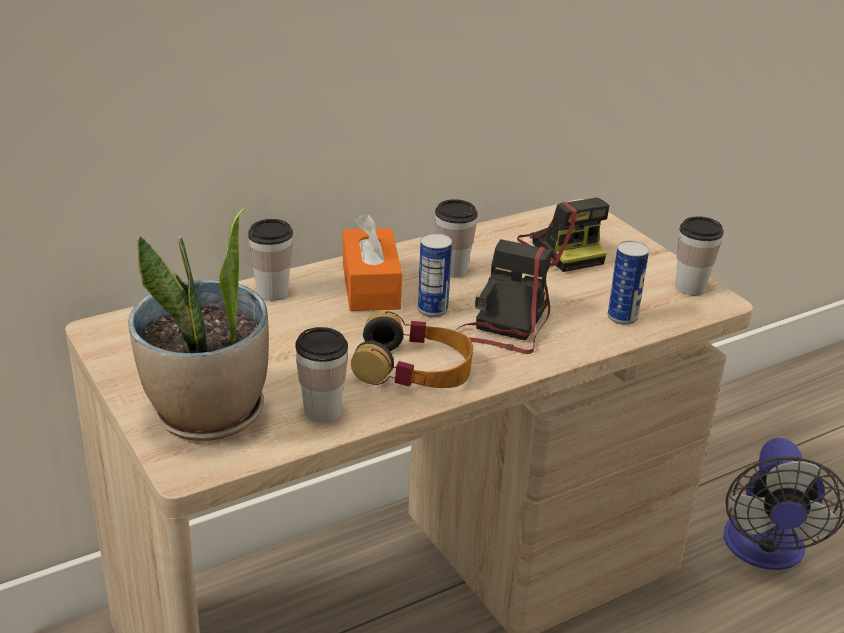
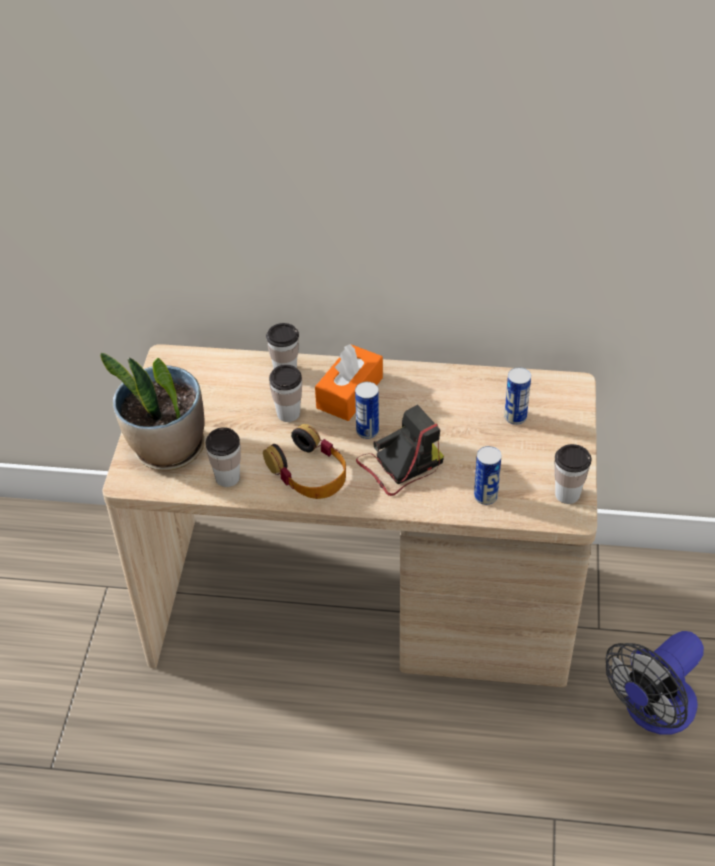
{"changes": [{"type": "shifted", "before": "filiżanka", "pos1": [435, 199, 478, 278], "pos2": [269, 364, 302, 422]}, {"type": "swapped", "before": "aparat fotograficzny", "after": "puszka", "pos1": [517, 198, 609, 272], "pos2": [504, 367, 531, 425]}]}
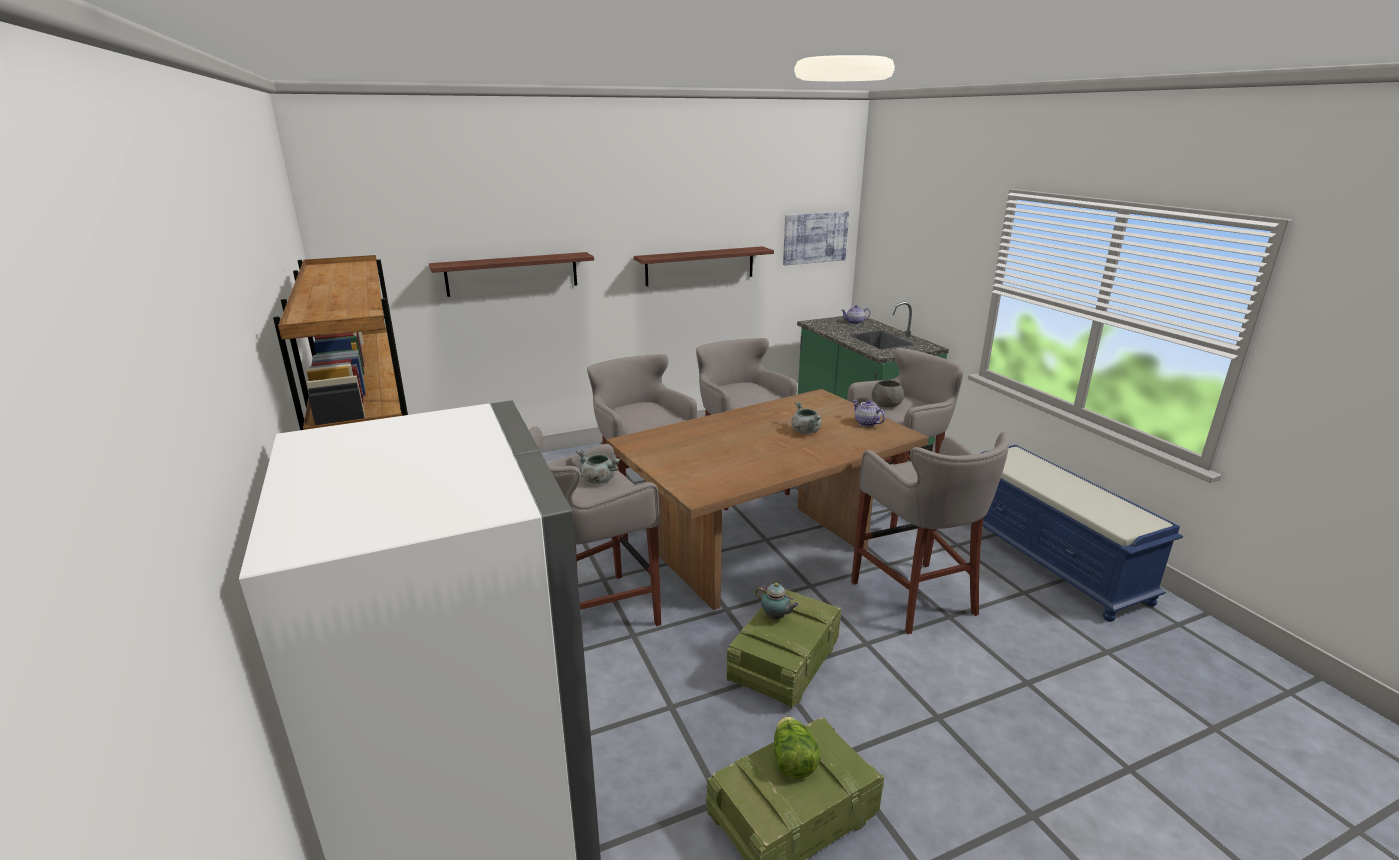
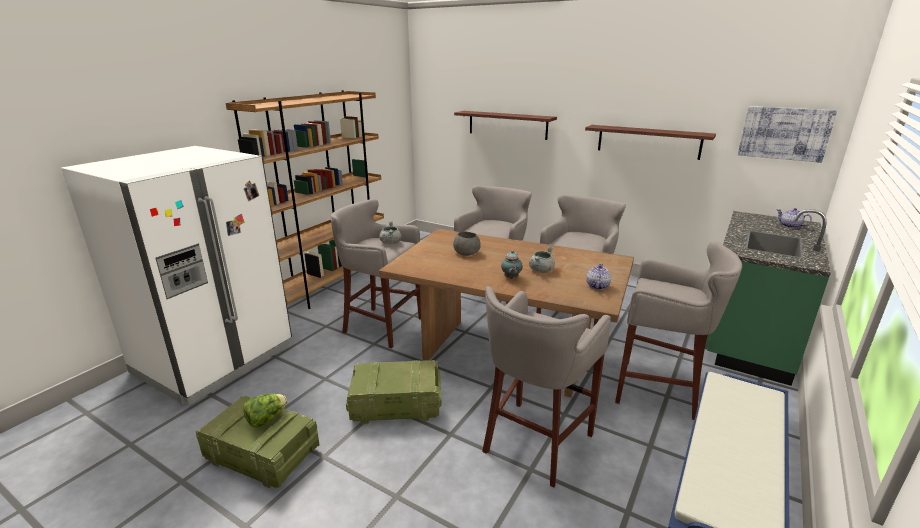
{"changes": [{"type": "shifted", "before": "imbryk", "pos1": [755, 583, 799, 620], "pos2": [501, 250, 523, 279]}, {"type": "shifted", "before": "miska (szary)", "pos1": [872, 380, 904, 408], "pos2": [453, 232, 481, 256]}]}
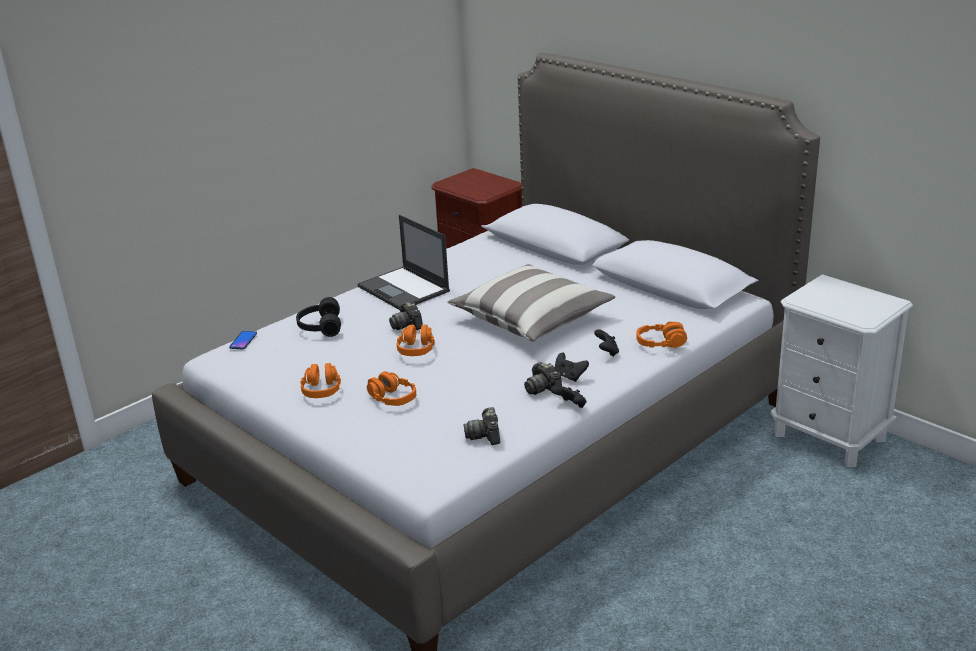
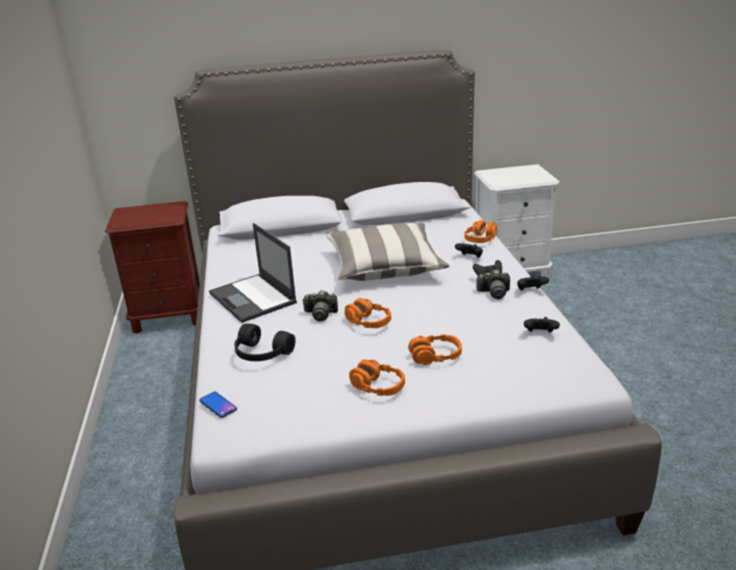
{"changes": [{"type": "rotated", "before": "laptop", "pos1": [357, 215, 450, 310], "pos2": [209, 223, 297, 323], "turn": 60}, {"type": "swapped", "before": "aparat fotograficzny", "after": "pad do gier (czarny)", "pos1": [464, 407, 500, 445], "pos2": [524, 317, 560, 332]}]}
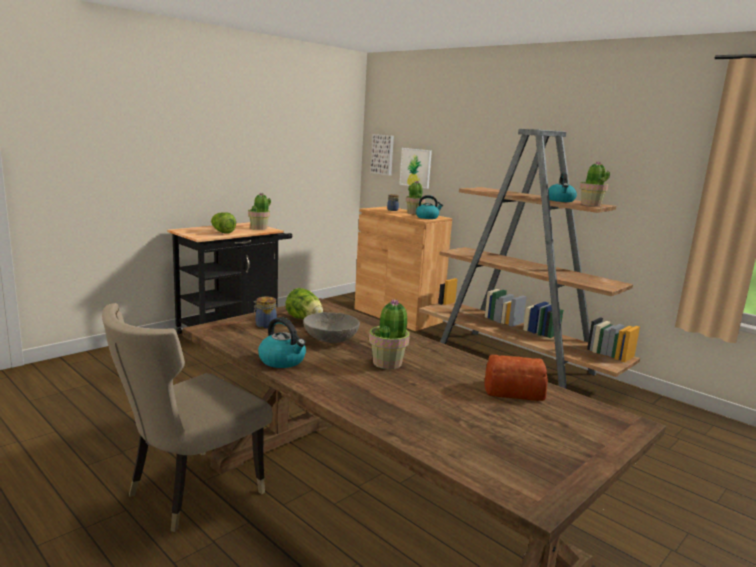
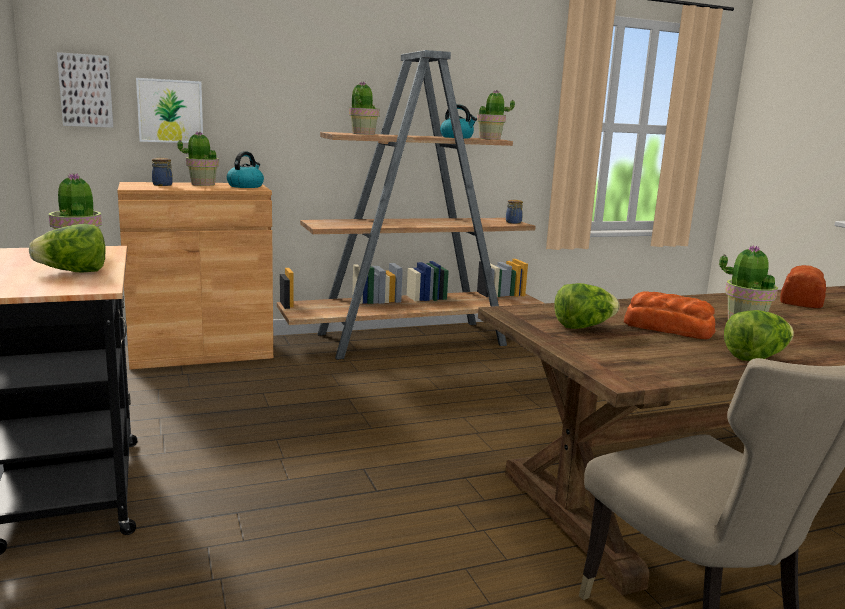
{"changes": [{"type": "shifted", "before": "słoik", "pos1": [253, 297, 277, 329], "pos2": [506, 200, 523, 224]}, {"type": "swapped", "before": "czajnik", "after": "sałata", "pos1": [258, 317, 306, 368], "pos2": [724, 310, 794, 361]}, {"type": "swapped", "before": "miska (szary)", "after": "chleb", "pos1": [303, 312, 360, 343], "pos2": [624, 292, 716, 339]}, {"type": "new", "after": "roślina doniczkowa", "pos2": [349, 82, 380, 135]}]}
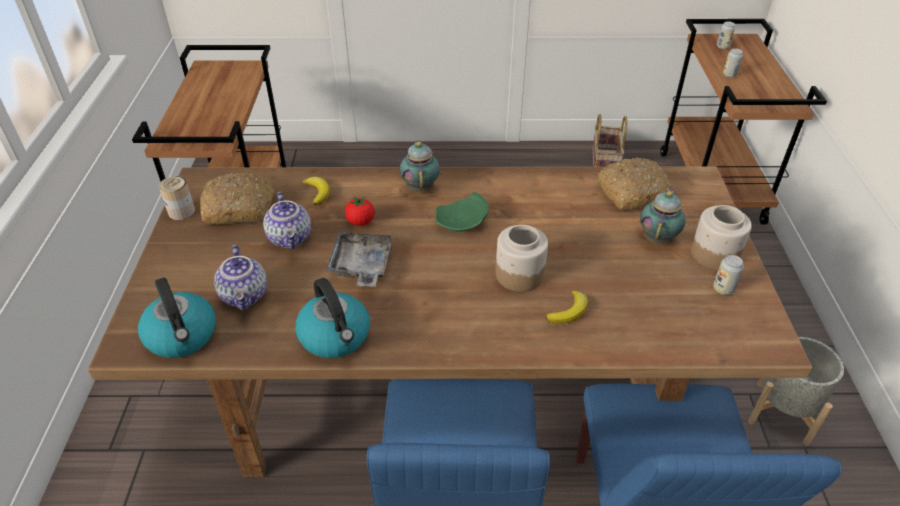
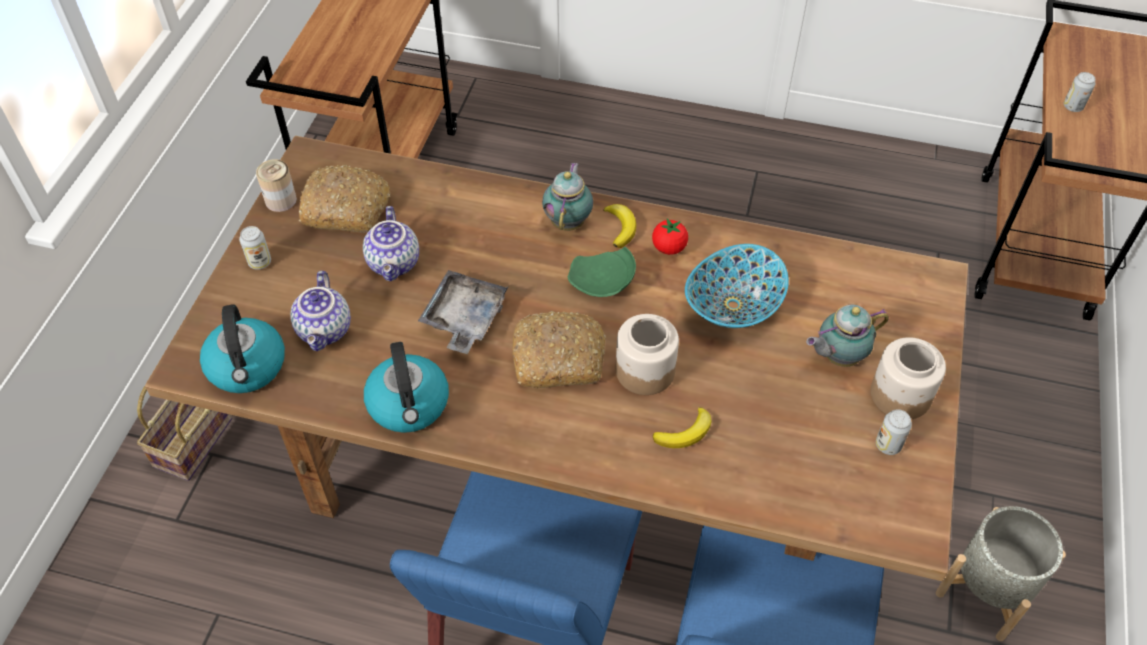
{"changes": [{"type": "shifted", "before": "banan", "pos1": [302, 177, 330, 206], "pos2": [603, 204, 636, 248]}, {"type": "shifted", "before": "pomidor", "pos1": [345, 197, 375, 226], "pos2": [652, 218, 688, 255]}, {"type": "shifted", "before": "koszyk", "pos1": [592, 114, 627, 167], "pos2": [137, 386, 232, 481]}, {"type": "shifted", "before": "chleb", "pos1": [598, 158, 671, 210], "pos2": [512, 311, 606, 389]}, {"type": "rotated", "before": "imbryk", "pos1": [640, 188, 686, 245], "pos2": [806, 305, 889, 367], "turn": -150}, {"type": "shifted", "before": "puszka", "pos1": [717, 21, 735, 49], "pos2": [239, 226, 271, 270]}, {"type": "new", "after": "miska", "pos2": [685, 244, 789, 328]}]}
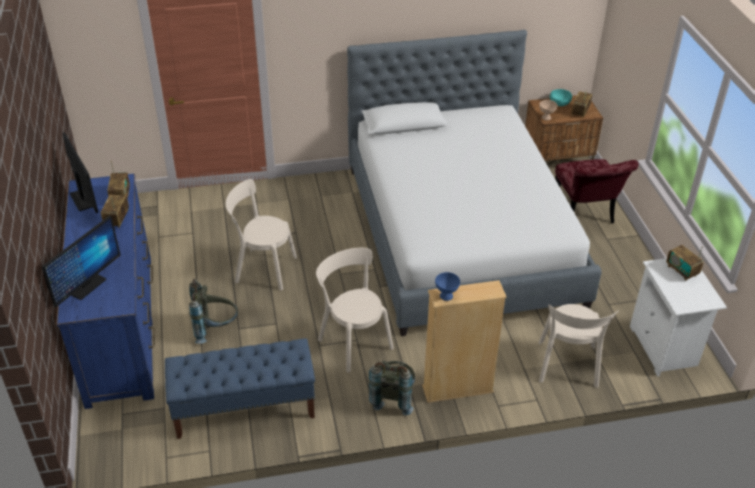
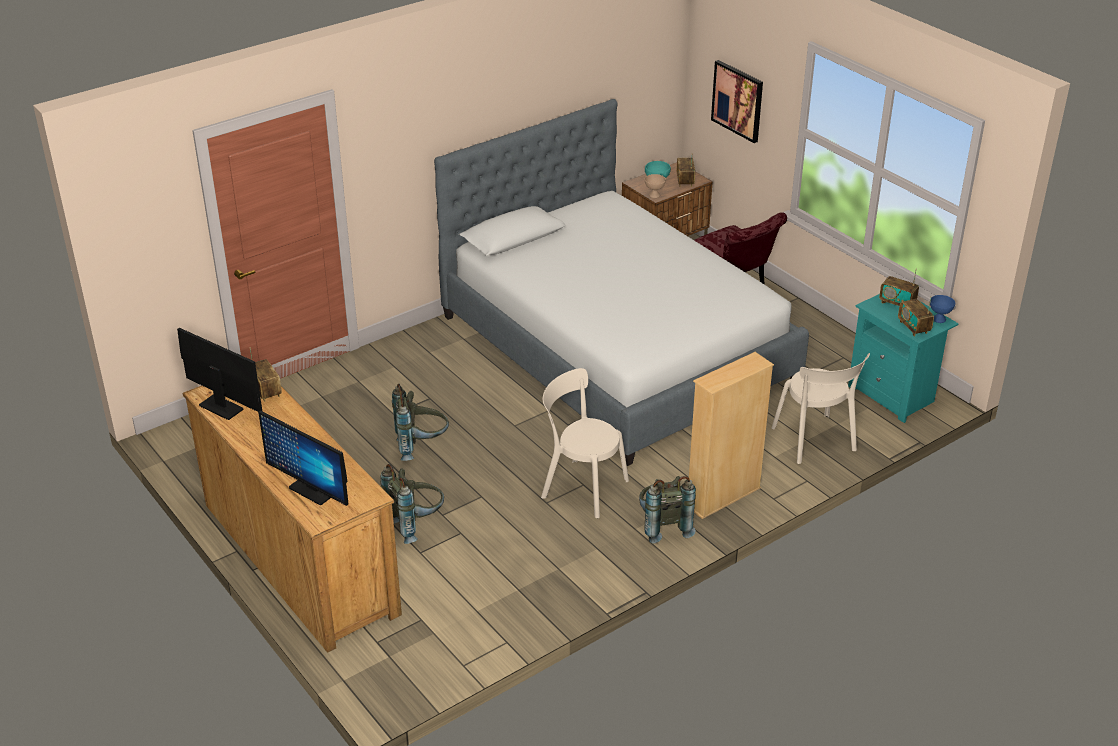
{"changes": [{"type": "rotated", "before": "monitor", "pos1": [42, 215, 121, 307], "pos2": [258, 411, 349, 506], "turn": 120}, {"type": "repainted", "before": "komoda (niebieski)", "after": "komoda (brązowy)", "pos1": [56, 174, 155, 409], "pos2": [183, 386, 402, 653]}, {"type": "shifted", "before": "radio", "pos1": [101, 195, 129, 228], "pos2": [898, 297, 934, 337]}, {"type": "gone", "before": "ławka (niebieski)", "pos1": [165, 338, 315, 439]}, {"type": "swapped", "before": "krzesło (beżowy)", "after": "plecak (szary)", "pos1": [226, 179, 297, 290], "pos2": [392, 384, 449, 461]}, {"type": "shifted", "before": "miska (niebieski)", "pos1": [435, 272, 460, 301], "pos2": [930, 295, 955, 323]}, {"type": "repainted", "before": "szafka nocna (biały)", "after": "szafka nocna (turkusowy)", "pos1": [630, 258, 727, 377], "pos2": [848, 294, 959, 423]}, {"type": "new", "after": "obraz", "pos2": [711, 60, 763, 143]}]}
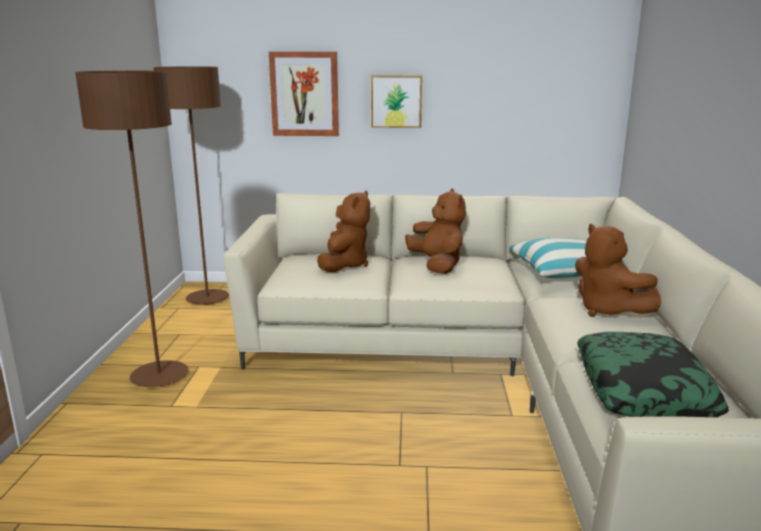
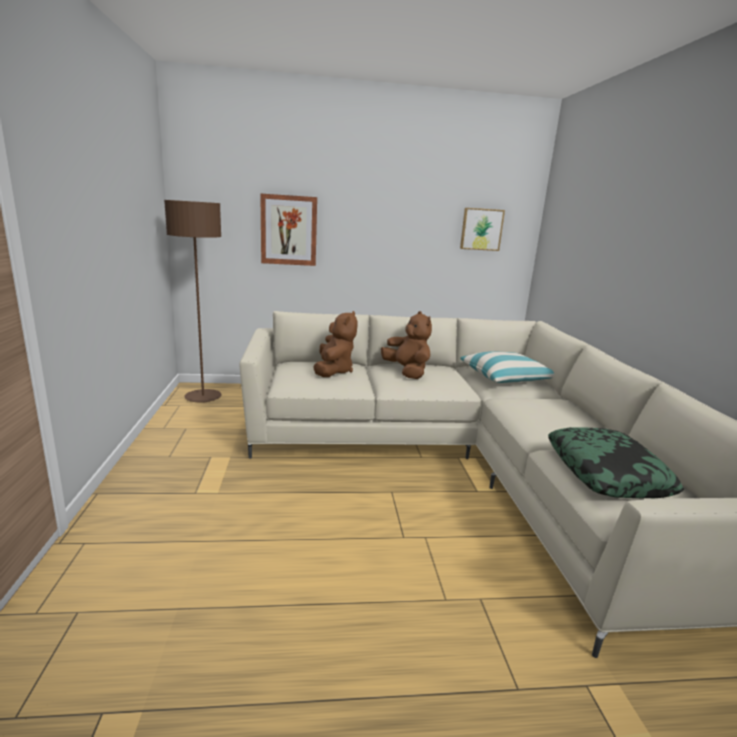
{"changes": [{"type": "gone", "before": "lampa stojąca (brązowy)", "pos1": [75, 71, 188, 387]}, {"type": "shifted", "before": "obraz", "pos1": [371, 75, 422, 128], "pos2": [460, 208, 505, 251]}, {"type": "gone", "before": "pluszak (brązowy)", "pos1": [575, 224, 661, 317]}]}
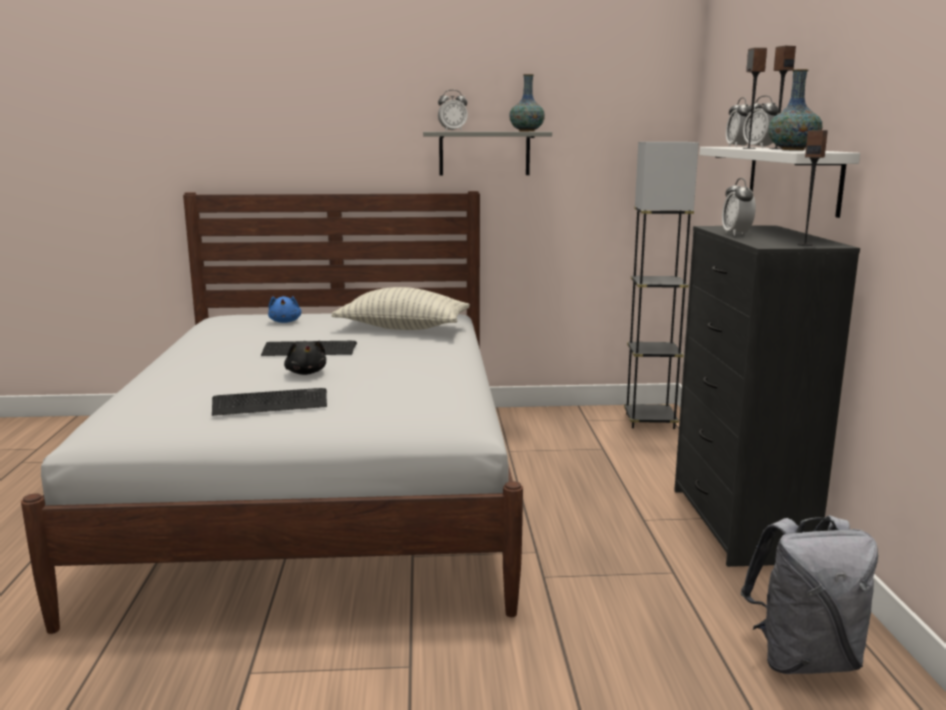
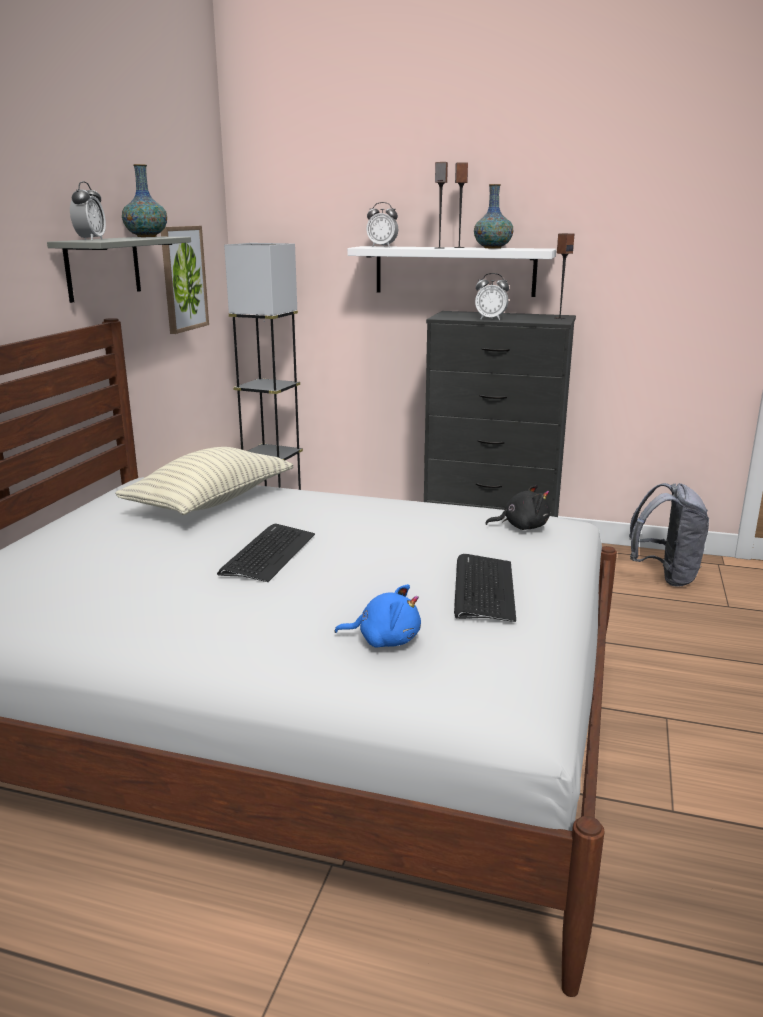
{"changes": [{"type": "shifted", "before": "pluszak (niebieski)", "pos1": [268, 296, 302, 323], "pos2": [334, 584, 421, 648]}, {"type": "shifted", "before": "pluszak (czarny)", "pos1": [284, 341, 326, 375], "pos2": [485, 485, 550, 530]}, {"type": "gone", "before": "budzik", "pos1": [743, 96, 779, 148]}, {"type": "new", "after": "obraz", "pos2": [161, 226, 209, 334]}]}
